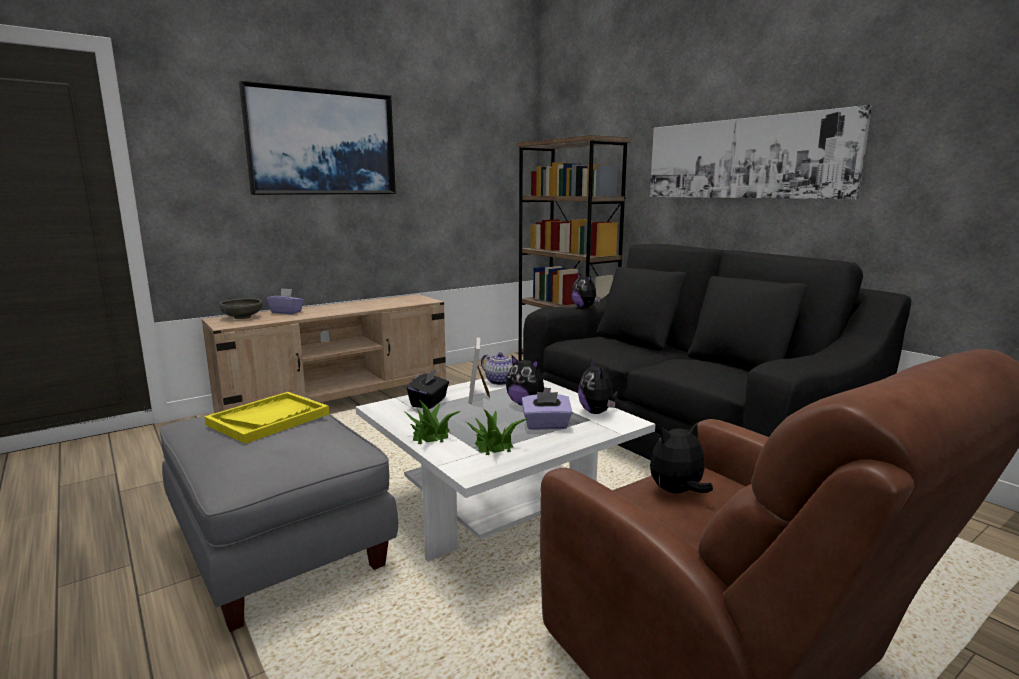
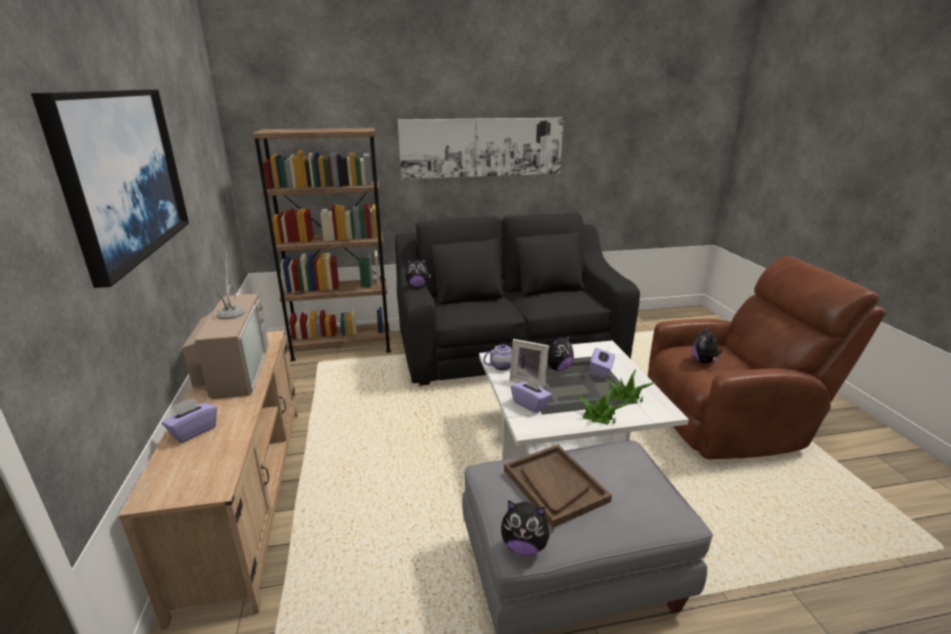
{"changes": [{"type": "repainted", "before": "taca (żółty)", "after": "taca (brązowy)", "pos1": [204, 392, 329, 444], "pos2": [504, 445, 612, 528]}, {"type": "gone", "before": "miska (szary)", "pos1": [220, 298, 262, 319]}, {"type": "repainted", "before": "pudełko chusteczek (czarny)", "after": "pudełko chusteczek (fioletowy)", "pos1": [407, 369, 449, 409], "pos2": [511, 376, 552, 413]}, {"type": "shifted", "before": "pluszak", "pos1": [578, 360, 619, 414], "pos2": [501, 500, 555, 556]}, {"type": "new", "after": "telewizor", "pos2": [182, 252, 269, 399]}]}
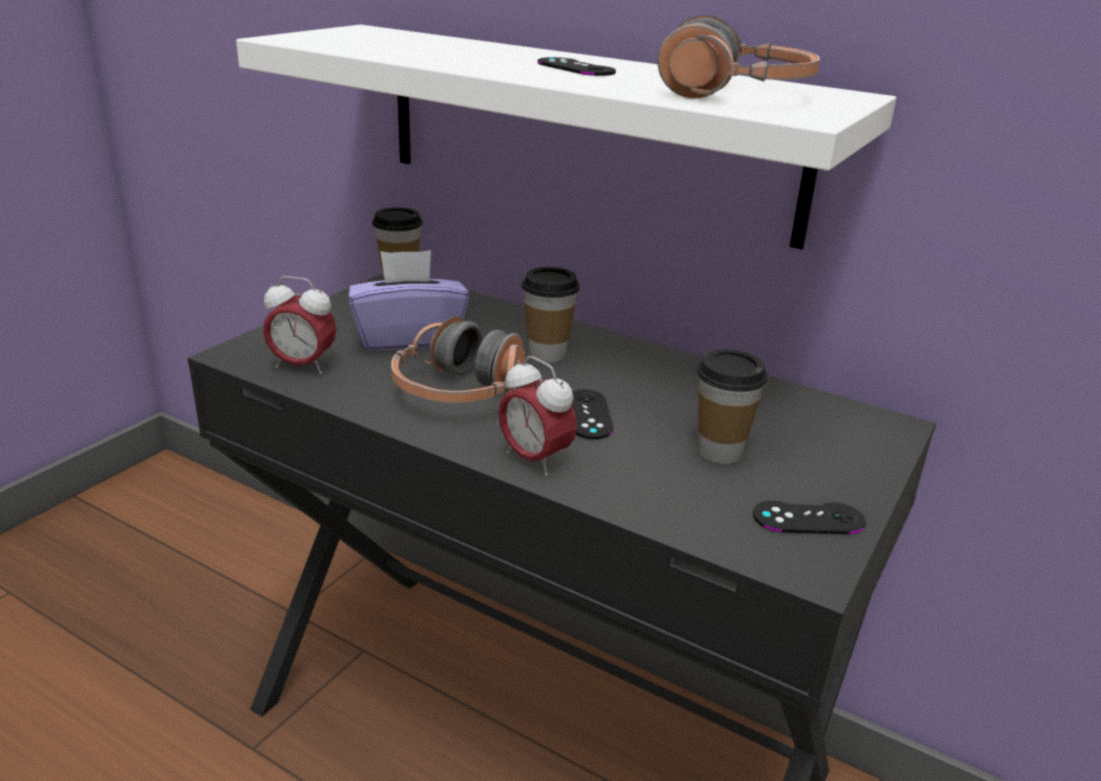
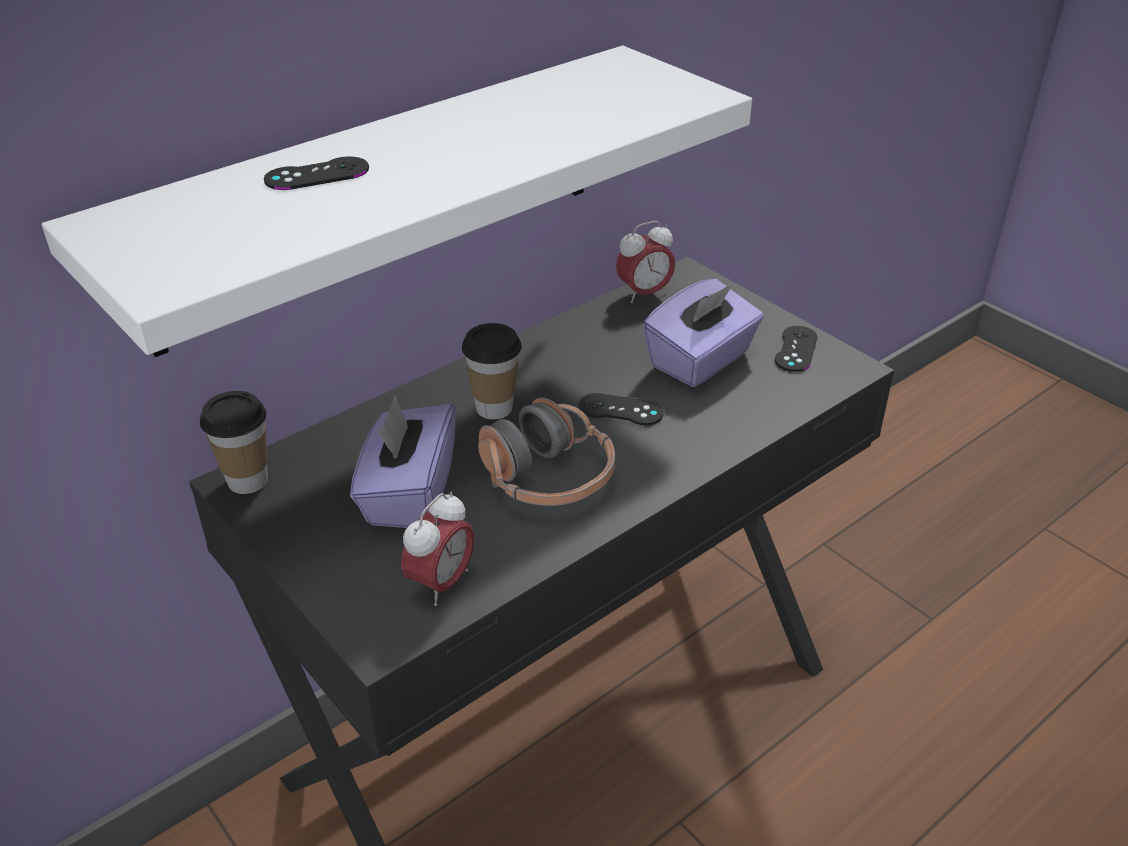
{"changes": [{"type": "shifted", "before": "budzik", "pos1": [498, 356, 577, 476], "pos2": [616, 221, 675, 303]}, {"type": "shifted", "before": "pad do gier (czarny)", "pos1": [538, 57, 616, 76], "pos2": [264, 156, 369, 190]}, {"type": "gone", "before": "słuchawki", "pos1": [658, 15, 820, 98]}, {"type": "swapped", "before": "filiżanka", "after": "pudełko chusteczek (fioletowy)", "pos1": [696, 349, 768, 464], "pos2": [643, 278, 764, 387]}]}
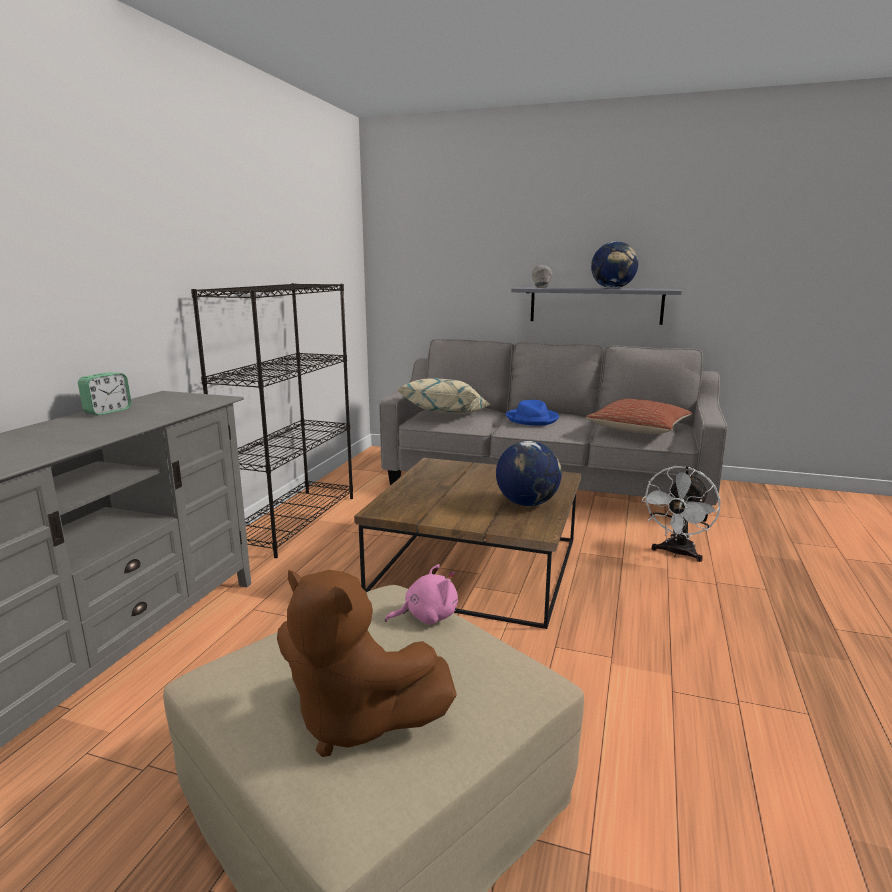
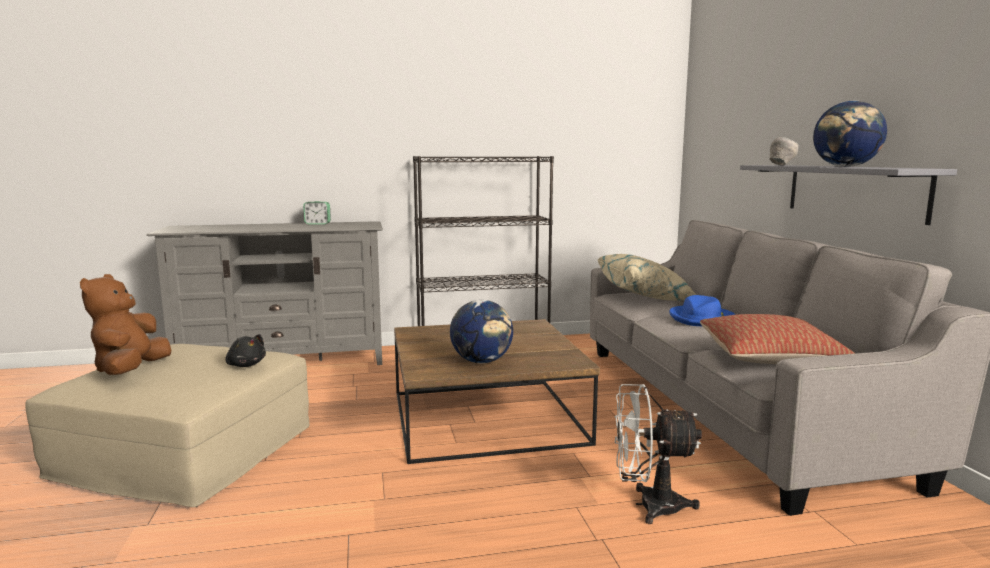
{"changes": [{"type": "repainted", "before": "pluszak (różowy)", "after": "pluszak (czarny)", "pos1": [385, 564, 458, 624], "pos2": [225, 334, 266, 367]}]}
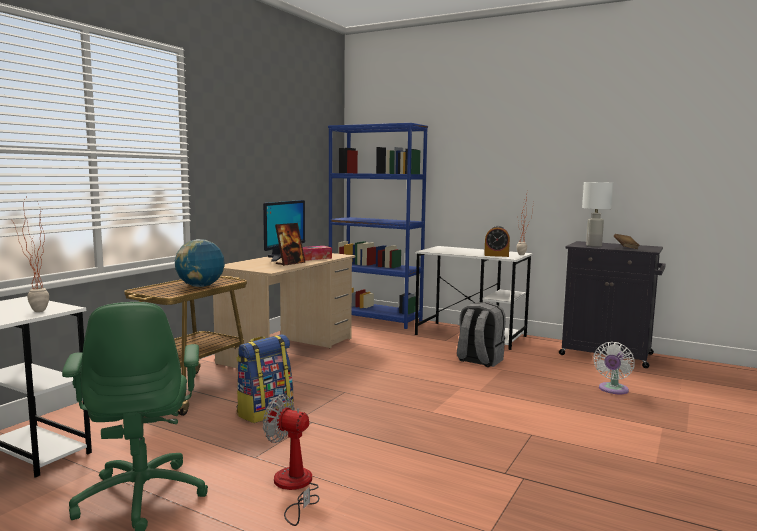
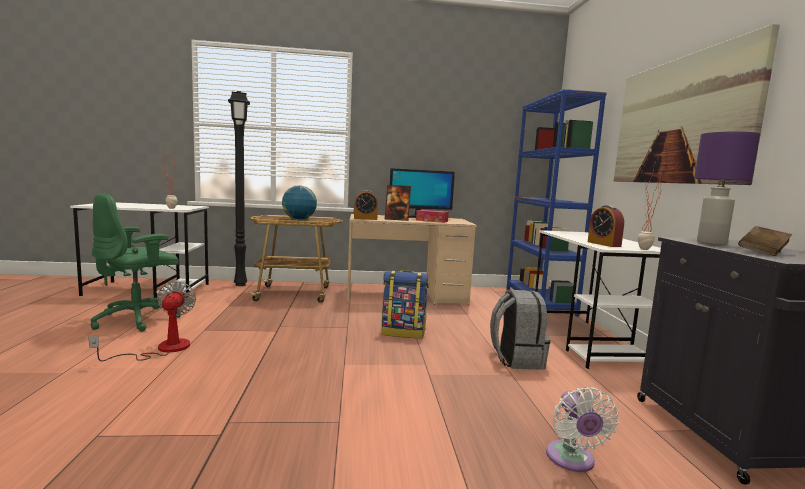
{"changes": [{"type": "shifted", "before": "plecak", "pos1": [236, 334, 293, 423], "pos2": [381, 270, 429, 338]}, {"type": "repainted", "before": "lampa stołowa (biały)", "after": "lampa stołowa (fioletowy)", "pos1": [582, 182, 613, 247], "pos2": [694, 131, 760, 245]}, {"type": "rotated", "before": "wentylator (biały)", "pos1": [594, 342, 635, 394], "pos2": [546, 387, 619, 472], "turn": -90}, {"type": "new", "after": "lampa stojąca (czarny)", "pos2": [228, 91, 250, 286]}, {"type": "new", "after": "budzik", "pos2": [354, 190, 378, 220]}, {"type": "new", "after": "obraz", "pos2": [614, 24, 780, 185]}]}
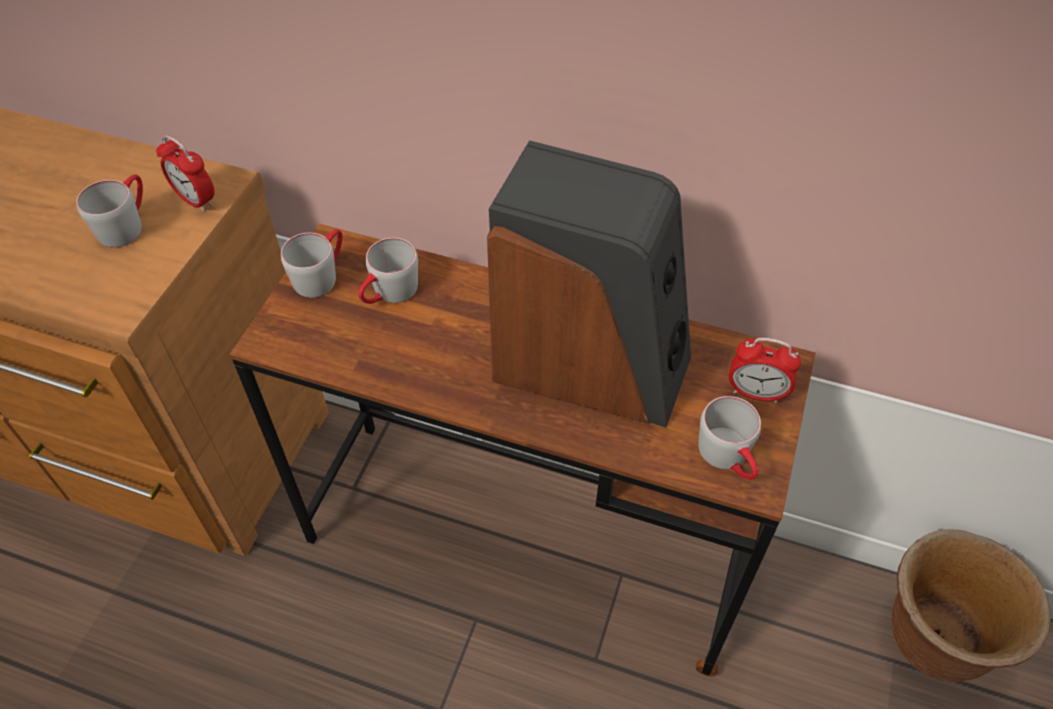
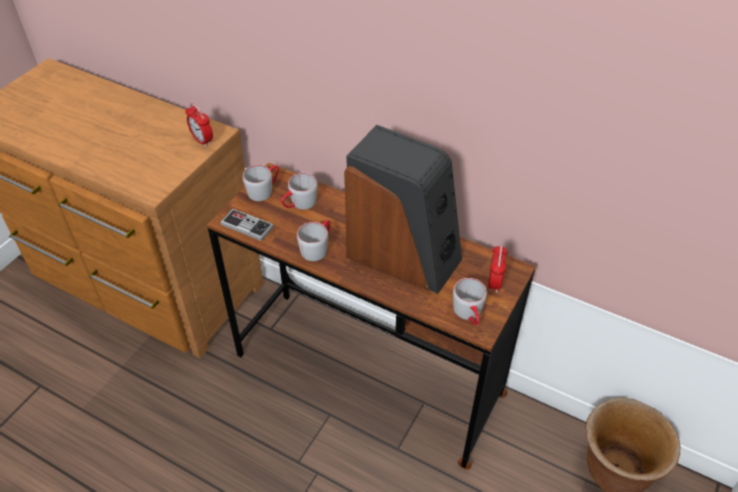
{"changes": [{"type": "shifted", "before": "kubek (szary)", "pos1": [76, 174, 143, 247], "pos2": [297, 220, 330, 261]}, {"type": "rotated", "before": "budzik", "pos1": [729, 338, 801, 403], "pos2": [488, 244, 508, 293], "turn": -105}, {"type": "new", "after": "pad do gier", "pos2": [221, 209, 274, 241]}]}
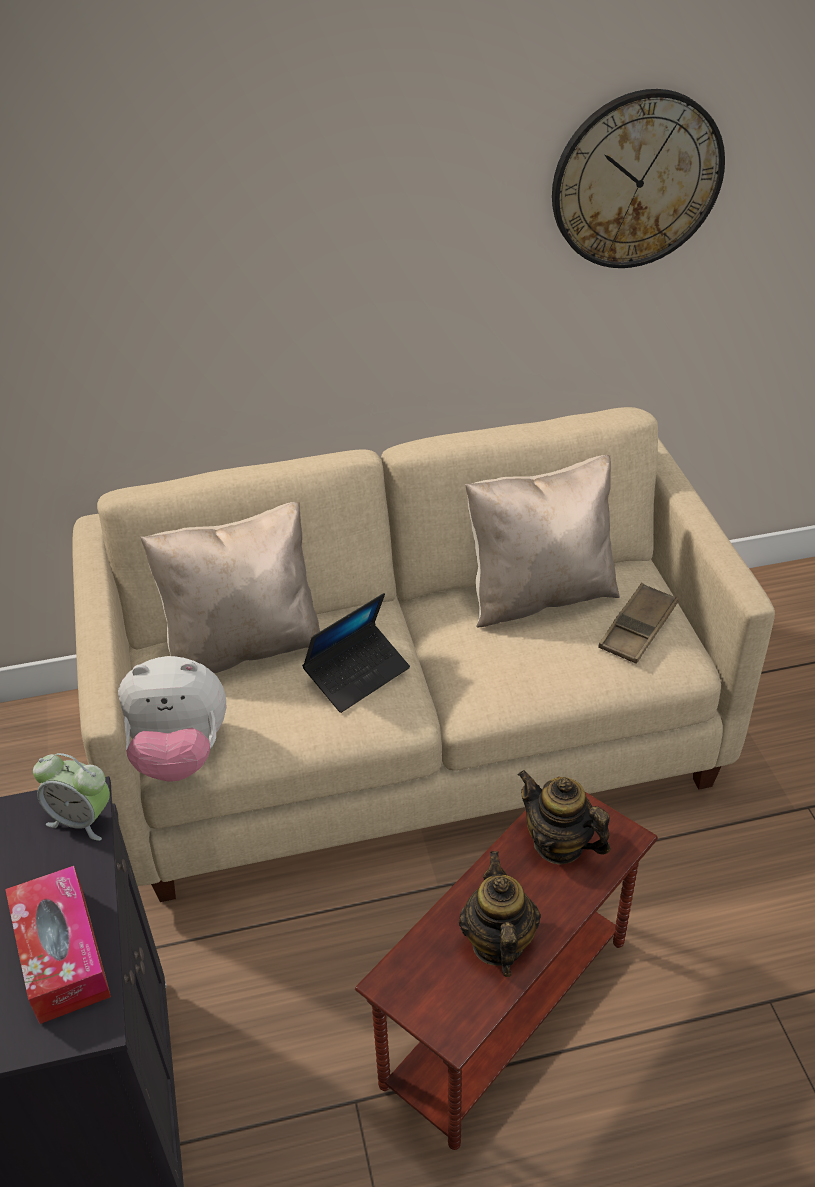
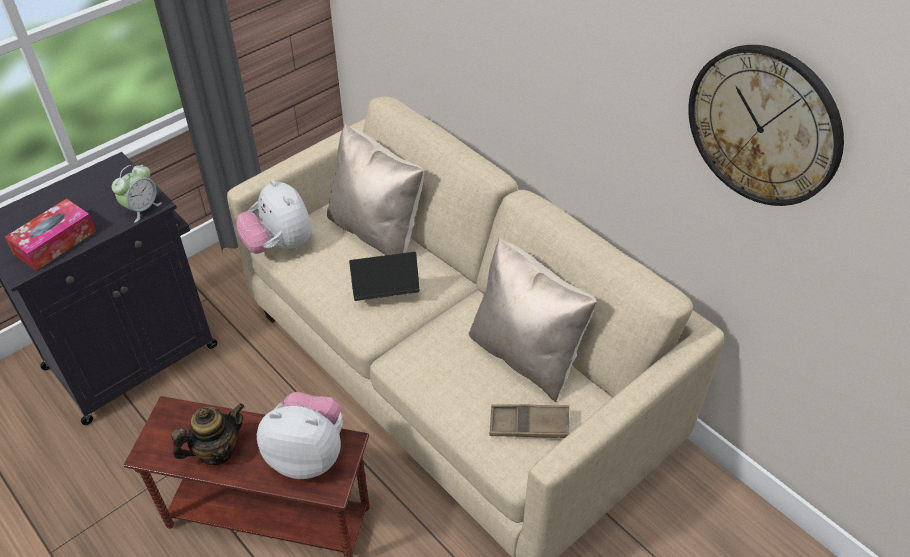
{"changes": [{"type": "rotated", "before": "budzik", "pos1": [33, 753, 110, 841], "pos2": [112, 165, 162, 223], "turn": -135}, {"type": "rotated", "before": "laptop", "pos1": [302, 593, 410, 713], "pos2": [349, 252, 420, 301], "turn": 150}, {"type": "swapped", "before": "imbryk", "after": "pluszak", "pos1": [518, 770, 611, 865], "pos2": [257, 392, 343, 479]}]}
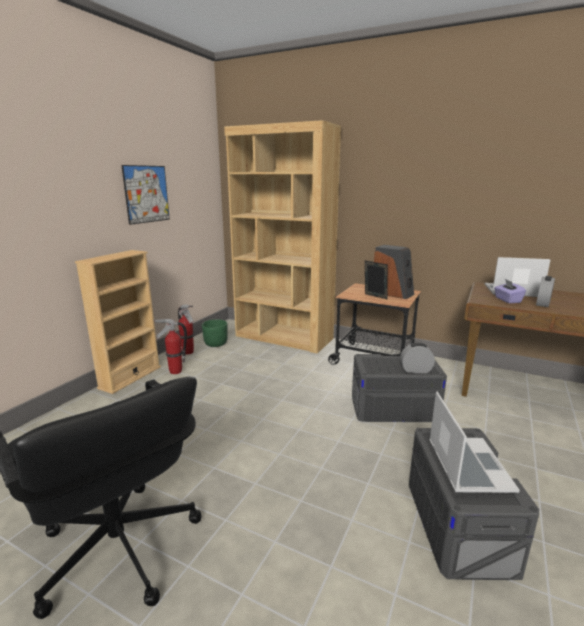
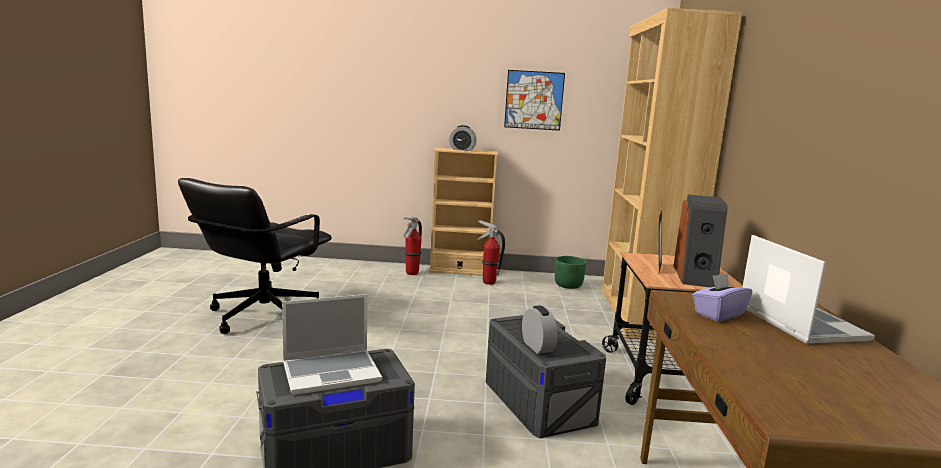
{"changes": [{"type": "shifted", "before": "gaśnica", "pos1": [178, 304, 194, 355], "pos2": [404, 217, 422, 275]}, {"type": "shifted", "before": "budzik", "pos1": [536, 276, 555, 307], "pos2": [449, 125, 477, 151]}]}
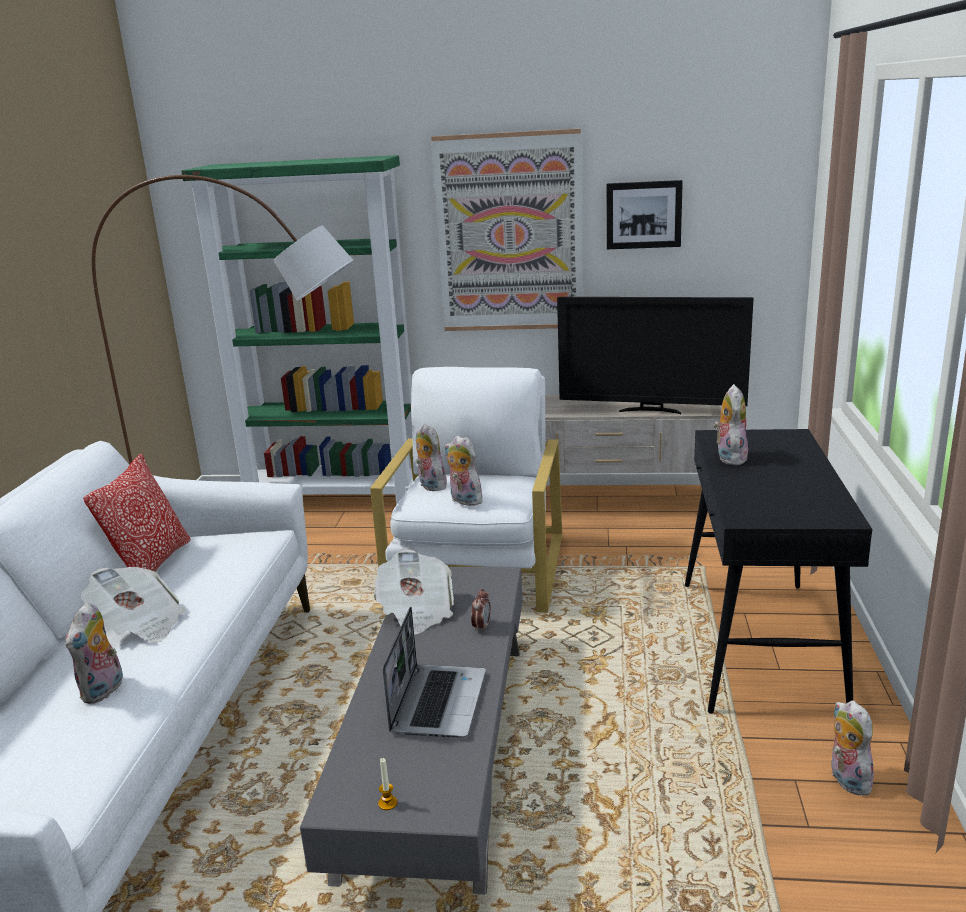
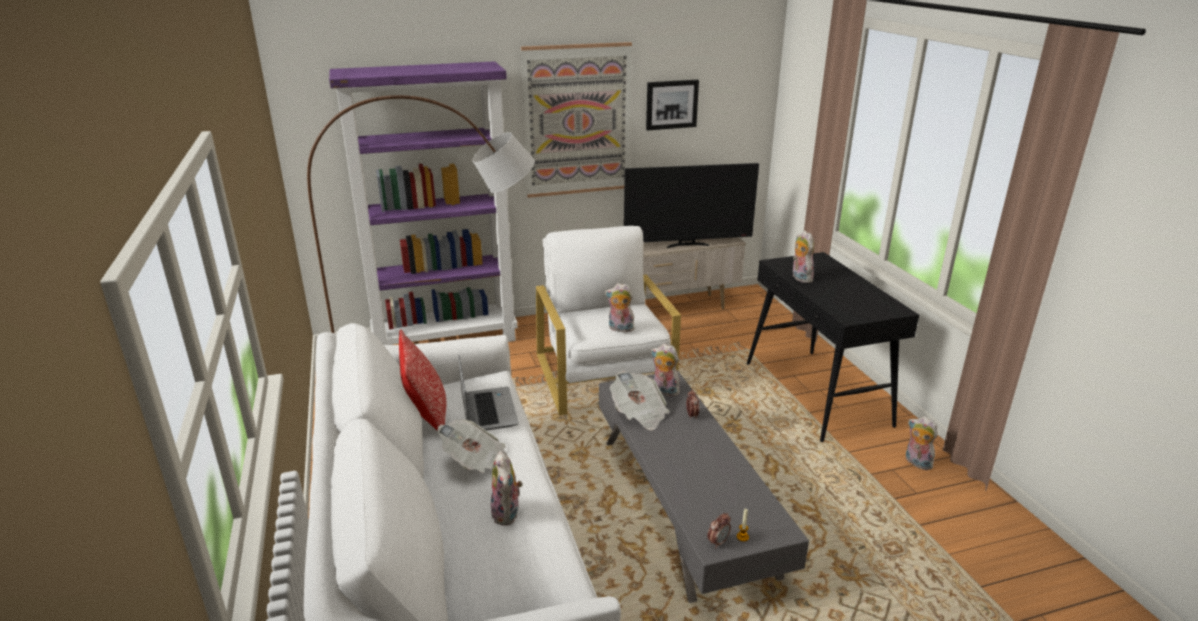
{"changes": [{"type": "repainted", "before": "regał (zielony)", "after": "regał (fioletowy)", "pos1": [181, 155, 413, 505], "pos2": [329, 61, 518, 345]}, {"type": "shifted", "before": "laptop", "pos1": [383, 607, 486, 738], "pos2": [458, 356, 519, 431]}, {"type": "shifted", "before": "pluszak", "pos1": [416, 424, 447, 491], "pos2": [651, 344, 680, 397]}, {"type": "new", "after": "budzik", "pos2": [707, 513, 731, 548]}]}
